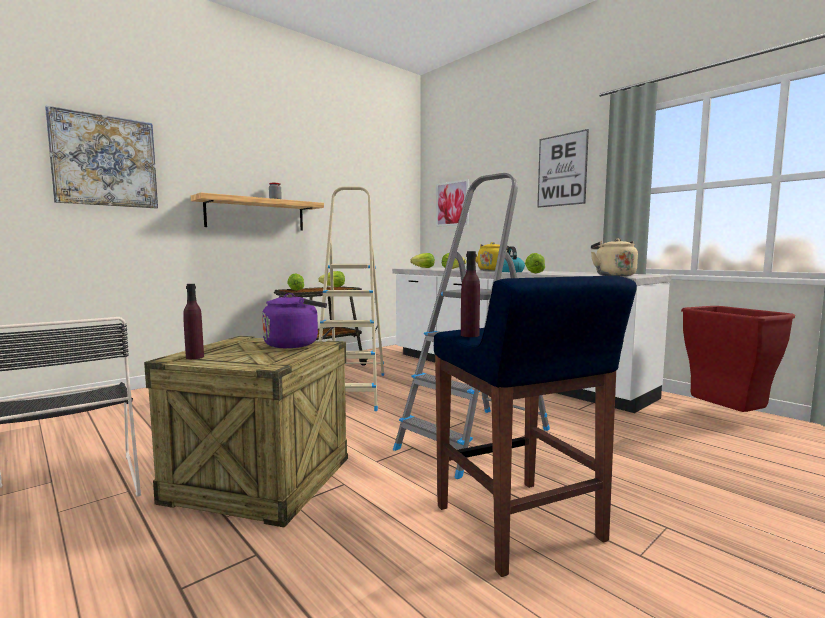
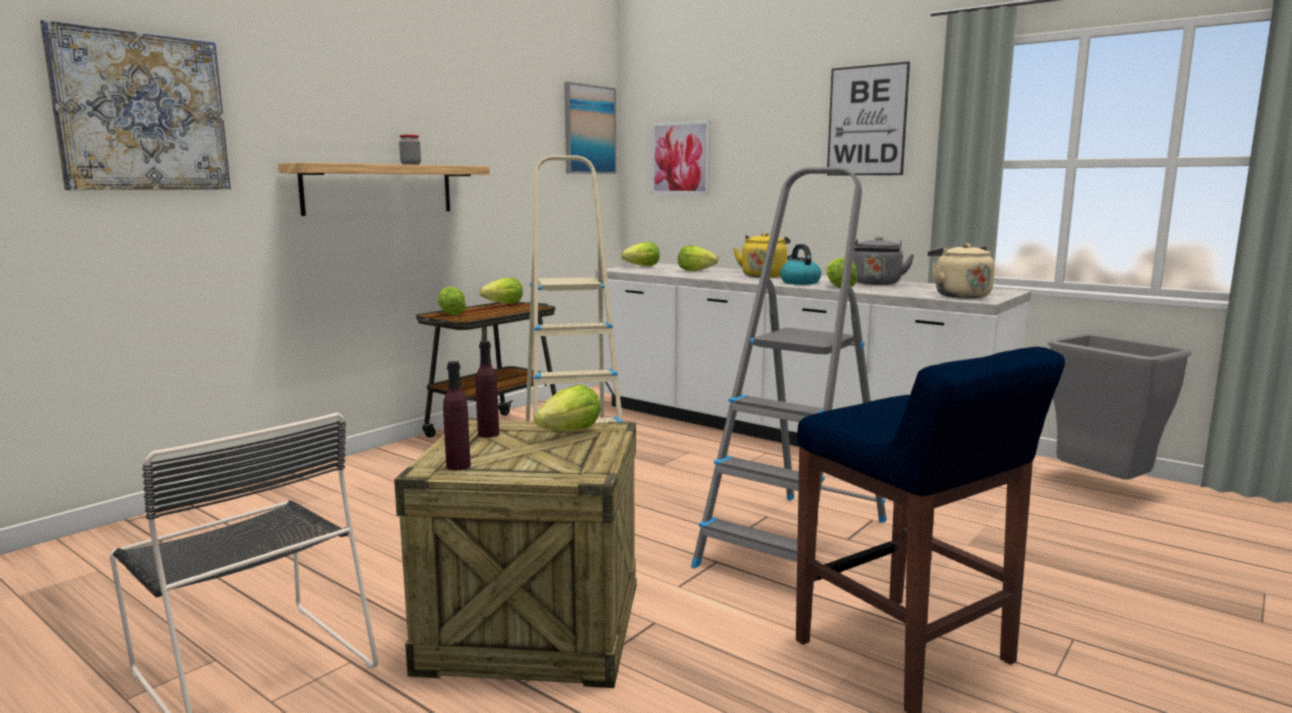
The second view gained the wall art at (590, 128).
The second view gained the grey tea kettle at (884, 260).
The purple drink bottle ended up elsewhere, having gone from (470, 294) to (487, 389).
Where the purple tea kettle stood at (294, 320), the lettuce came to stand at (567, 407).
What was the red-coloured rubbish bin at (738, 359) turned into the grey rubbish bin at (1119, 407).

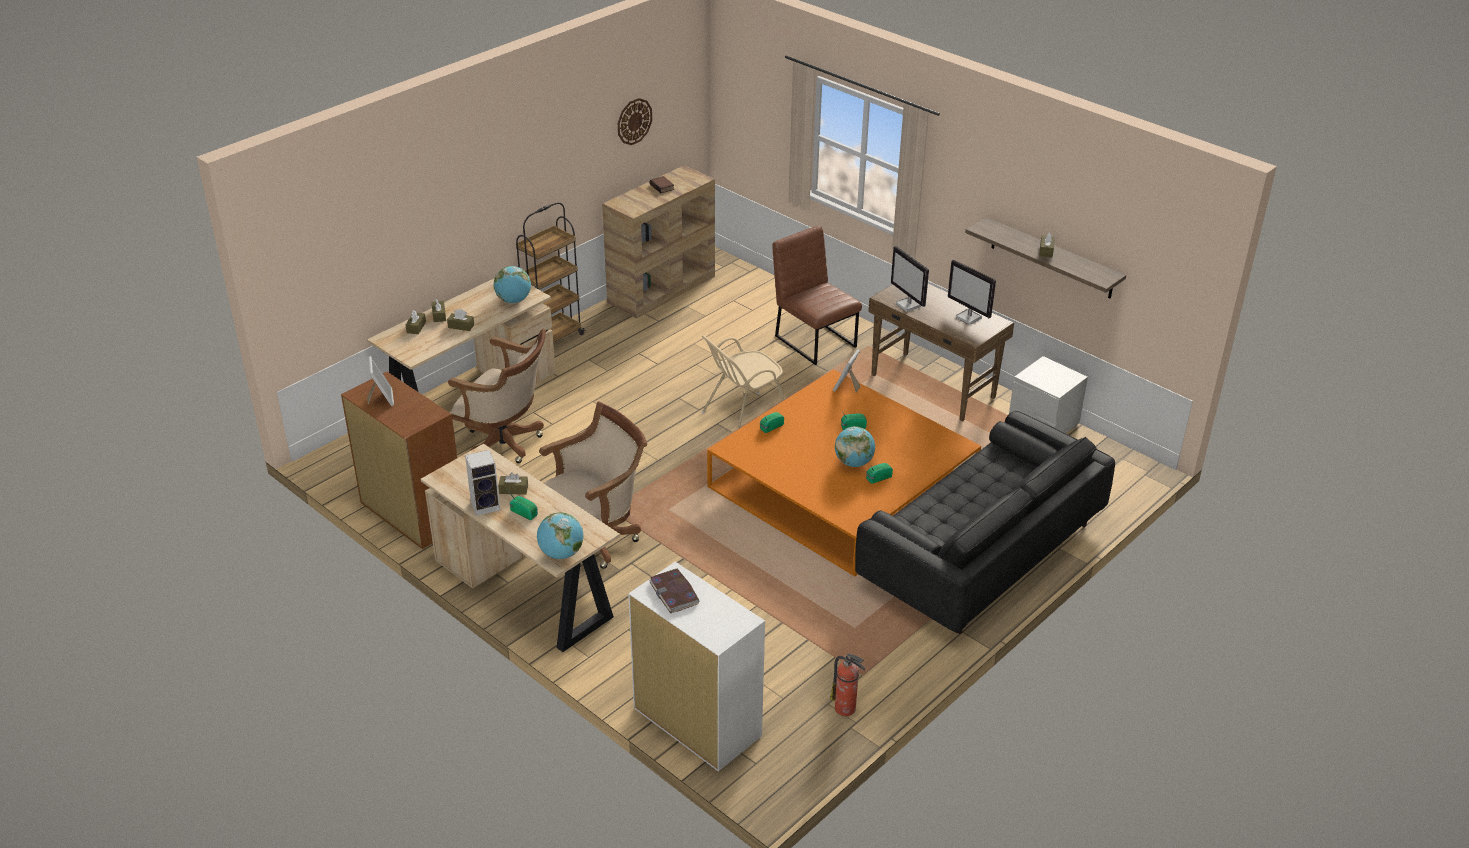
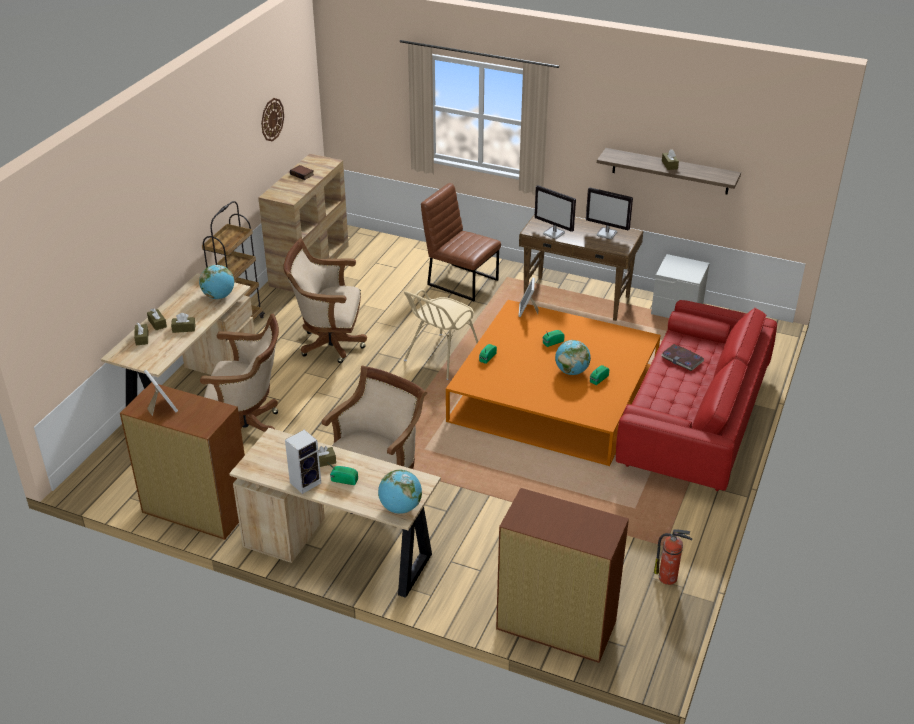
The second view gained the desk chair at (325, 300).
The bound book ended up elsewhere, having gone from (674, 591) to (683, 357).
What was the whitish storage cabinet at (696, 666) turned into the brownish storage cabinet at (562, 575).
What was the black-coloured settee at (985, 522) turned into the red-coloured settee at (696, 395).

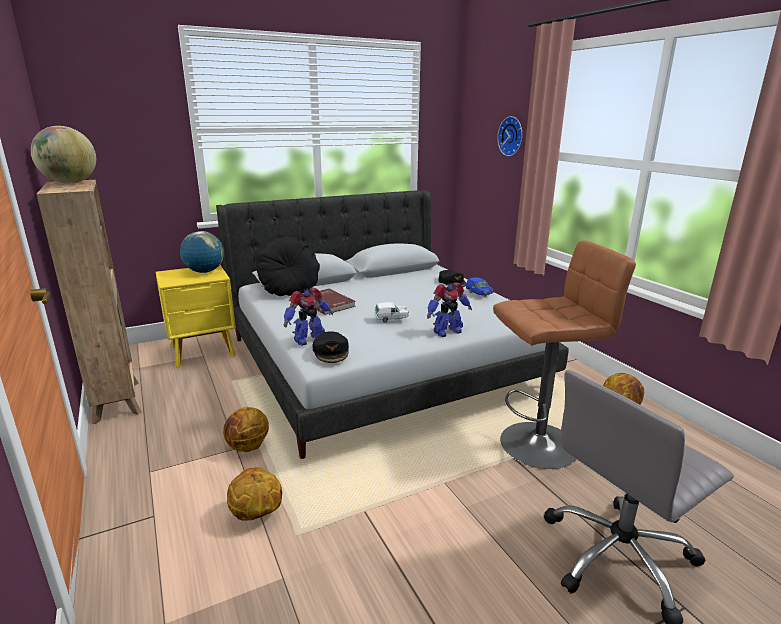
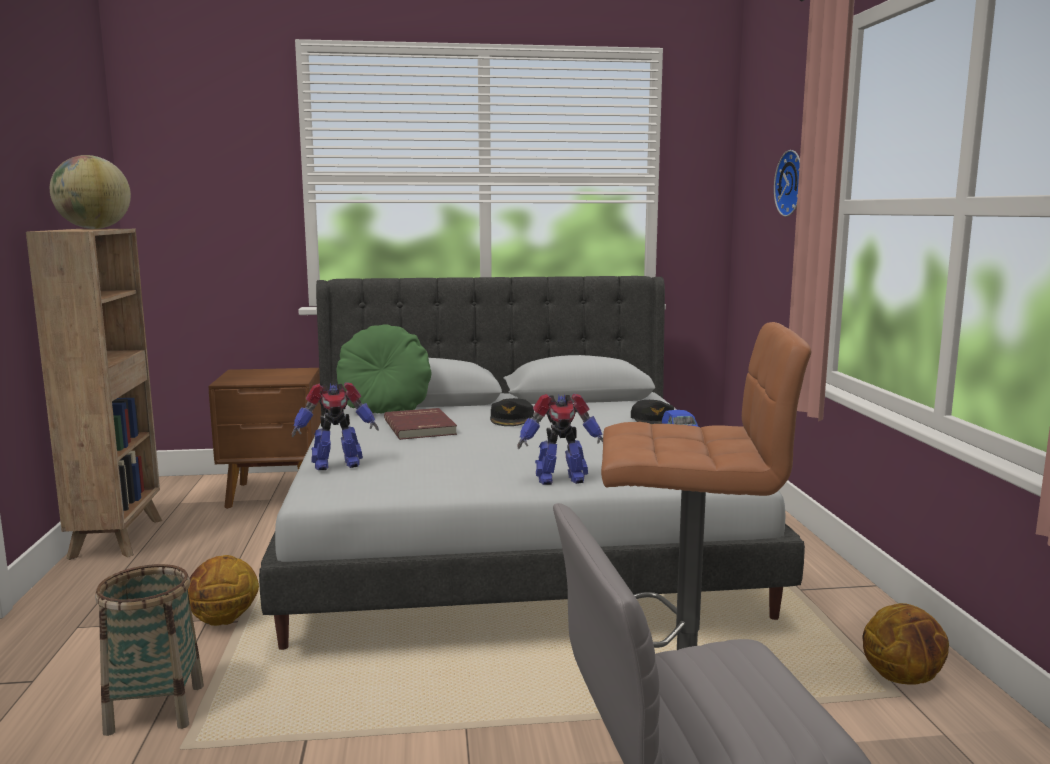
The second view lost the globe at (202, 252).
The second view lost the whitish toy car at (392, 312).
The black-coloured cap ended up elsewhere, having gone from (331, 347) to (512, 412).
Where the basketball stood at (254, 494), the basket came to stand at (149, 650).
What was the yellowish night table at (196, 316) turned into the brownish night table at (265, 438).
What was the black-coloured throw pillow at (288, 266) turned into the greenish throw pillow at (383, 368).

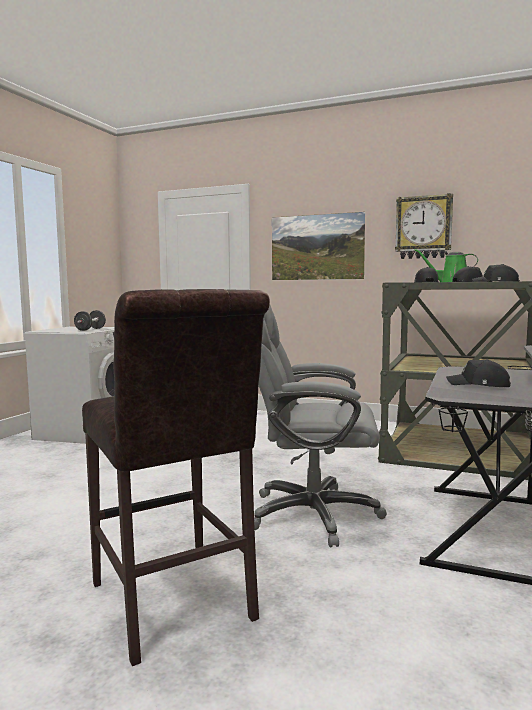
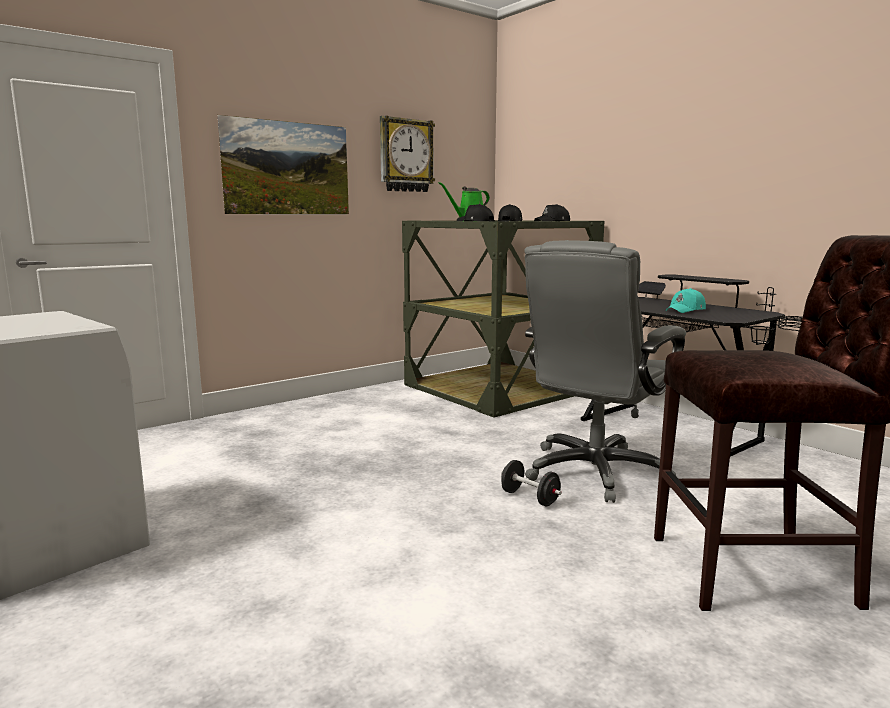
The black-coloured dumbbell ended up elsewhere, having gone from (90, 320) to (531, 483).
What was the black-coloured cap at (478, 373) turned into the turquoise cap at (686, 300).

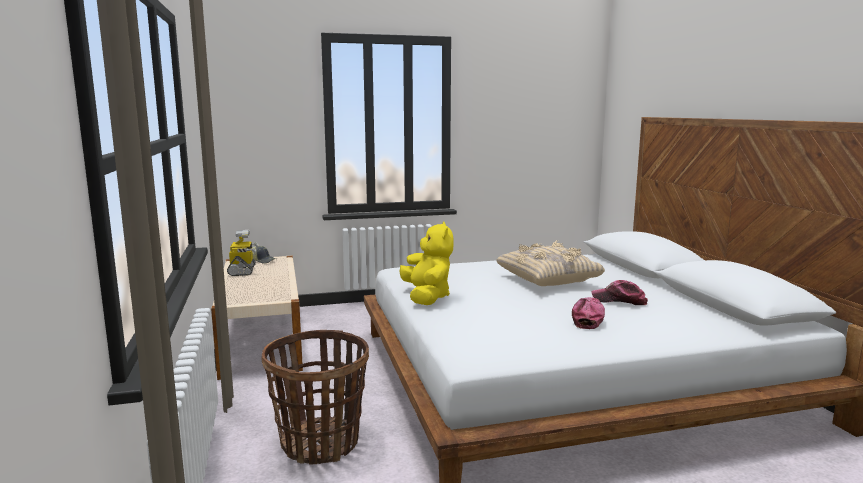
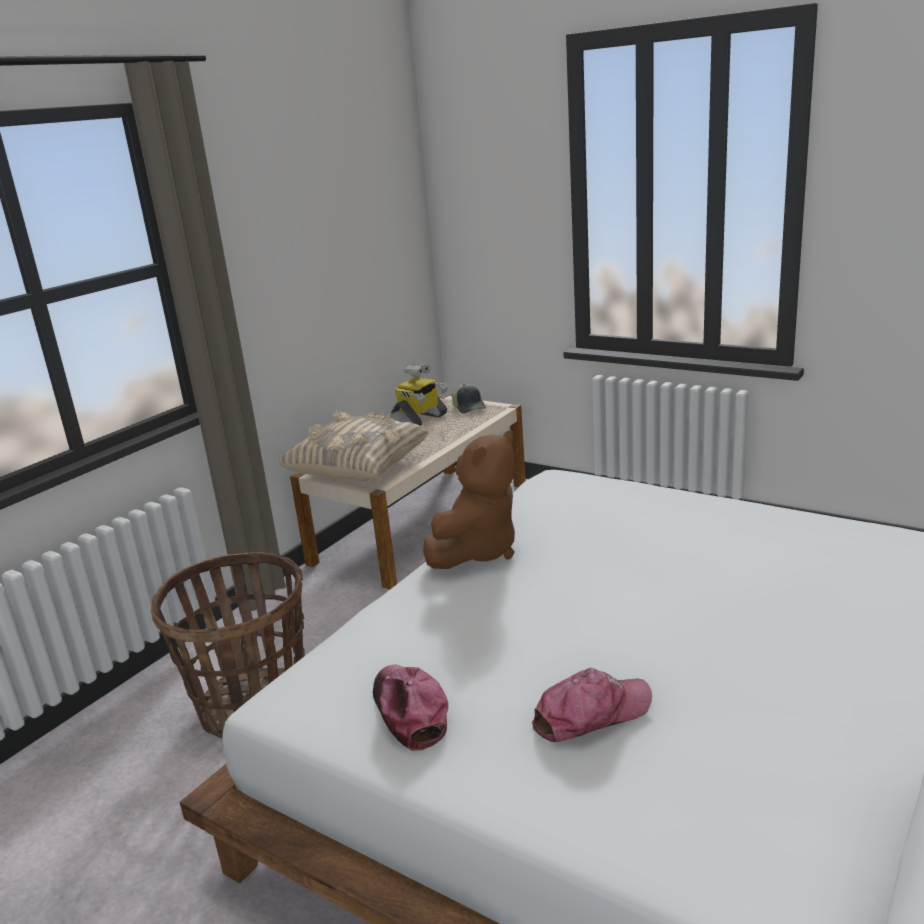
The beige throw pillow ended up elsewhere, having gone from (550, 263) to (353, 445).
The cap ended up elsewhere, having gone from (619, 292) to (410, 708).
What was the yellowish cuddly toy at (426, 263) turned into the brownish cuddly toy at (469, 499).

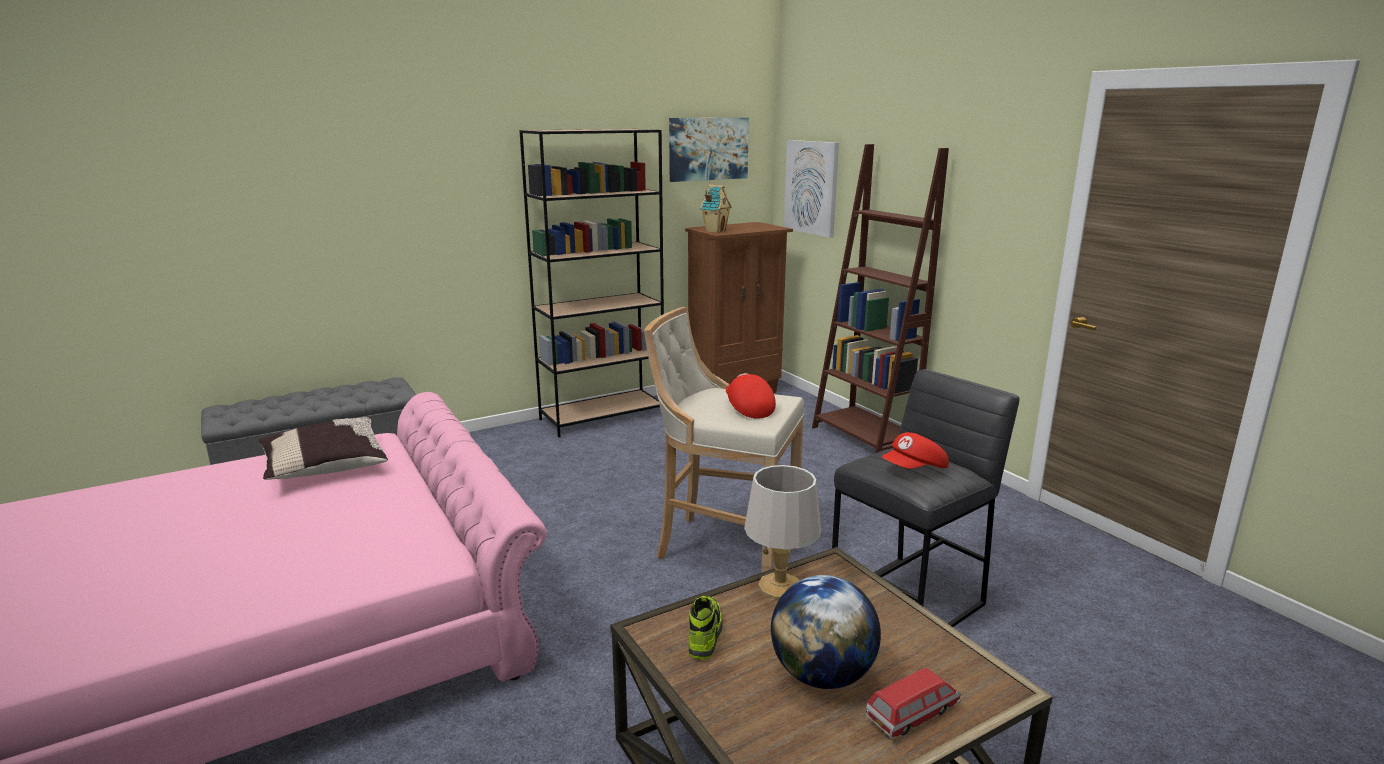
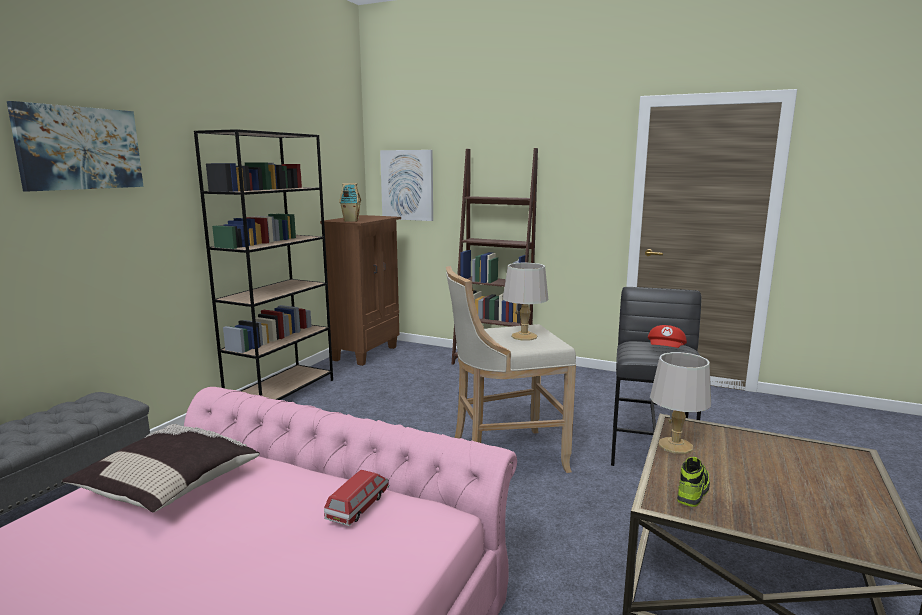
The second view lost the globe at (826, 632).
The wall art ended up elsewhere, having gone from (709, 150) to (75, 146).
The toy car ended up elsewhere, having gone from (913, 703) to (356, 498).
Where the red-coloured cap stood at (751, 396), the grey tabletop lamp came to stand at (525, 302).
The low shoe at (706, 627) ended up facing another way, 60 degrees clockwise from before.

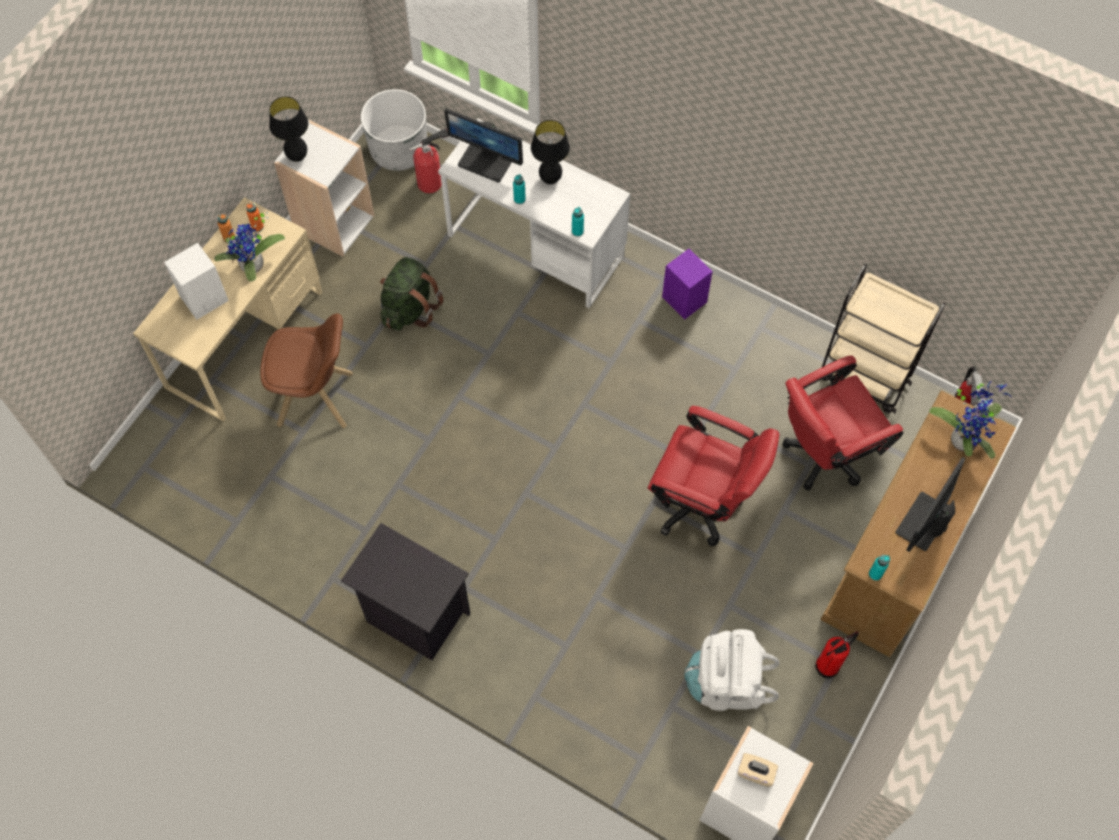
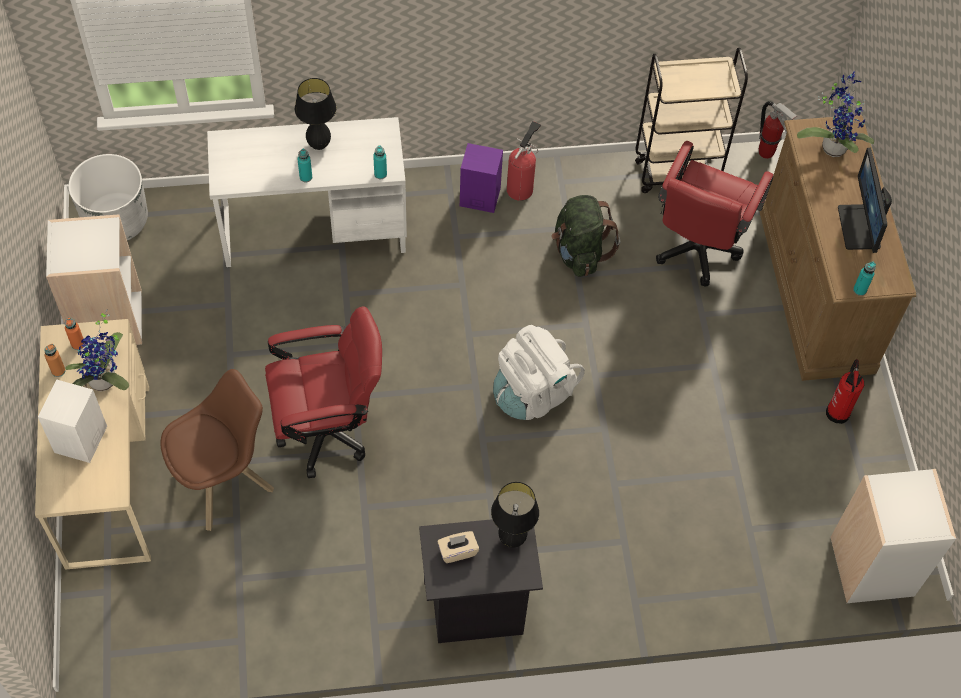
The second view lost the computer display at (483, 145).
The black-coloured tabletop lamp ended up elsewhere, having gone from (288, 129) to (515, 515).
The greenish knapsack ended up elsewhere, having gone from (412, 293) to (585, 236).
The extinguisher ended up elsewhere, having gone from (429, 160) to (524, 161).
The red-coloured desk chair ended up elsewhere, having gone from (713, 476) to (323, 392).
The whitish knapsack ended up elsewhere, having gone from (731, 670) to (539, 372).
The beige tissue holder ended up elsewhere, having gone from (757, 770) to (458, 547).

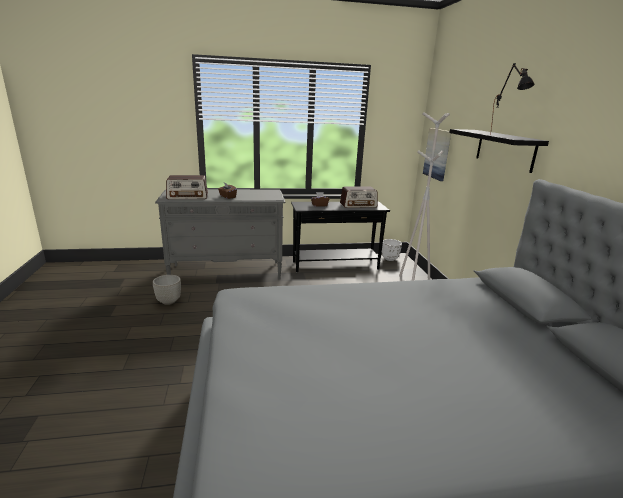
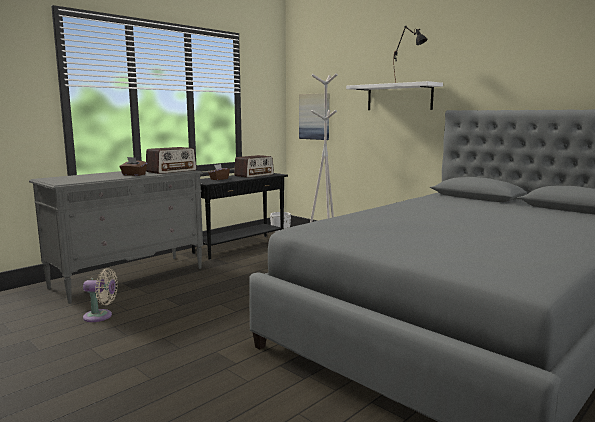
The radio ended up elsewhere, having gone from (187, 187) to (171, 160).
Where the grey planter stood at (167, 290), the beige cooling fan came to stand at (100, 295).
What was the black-coloured shelf at (499, 151) turned into the whitish shelf at (394, 95).

